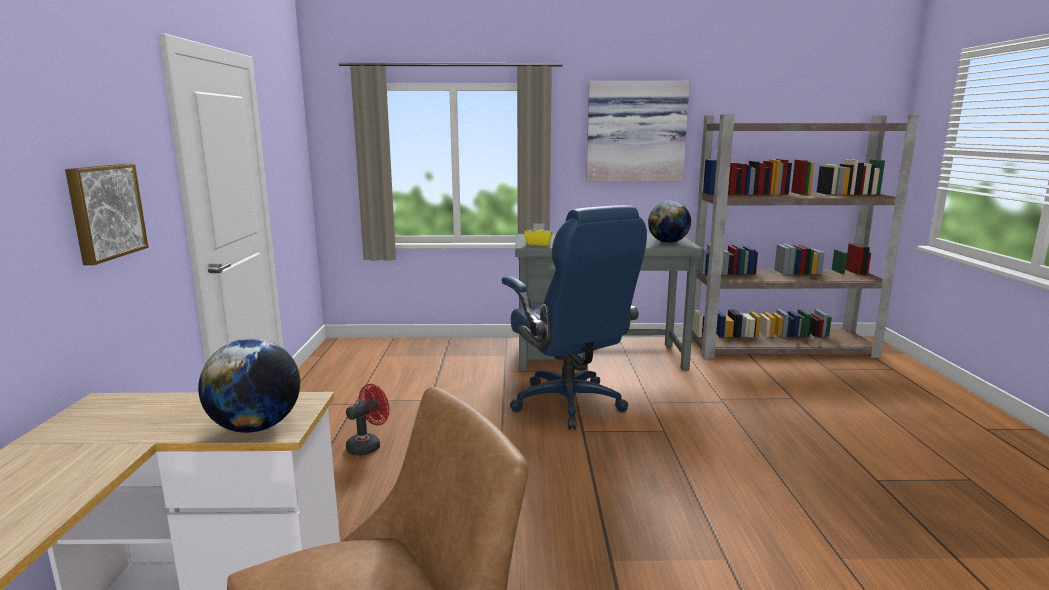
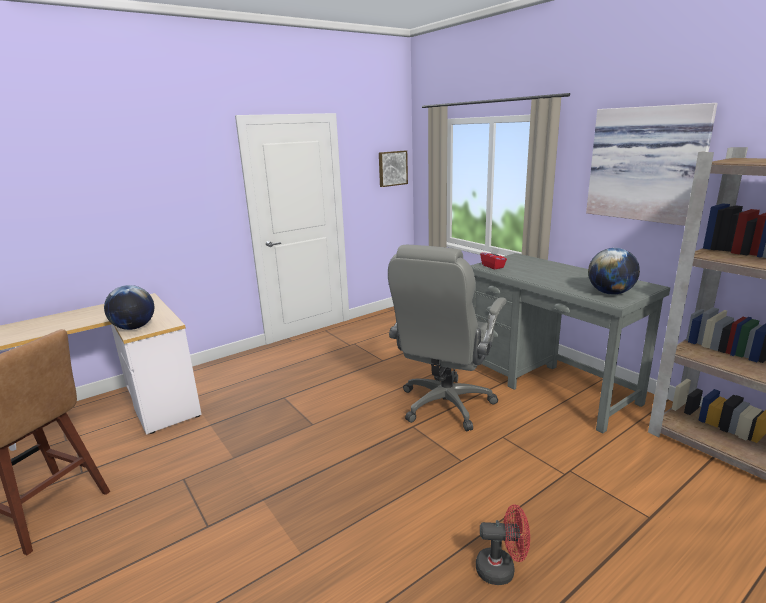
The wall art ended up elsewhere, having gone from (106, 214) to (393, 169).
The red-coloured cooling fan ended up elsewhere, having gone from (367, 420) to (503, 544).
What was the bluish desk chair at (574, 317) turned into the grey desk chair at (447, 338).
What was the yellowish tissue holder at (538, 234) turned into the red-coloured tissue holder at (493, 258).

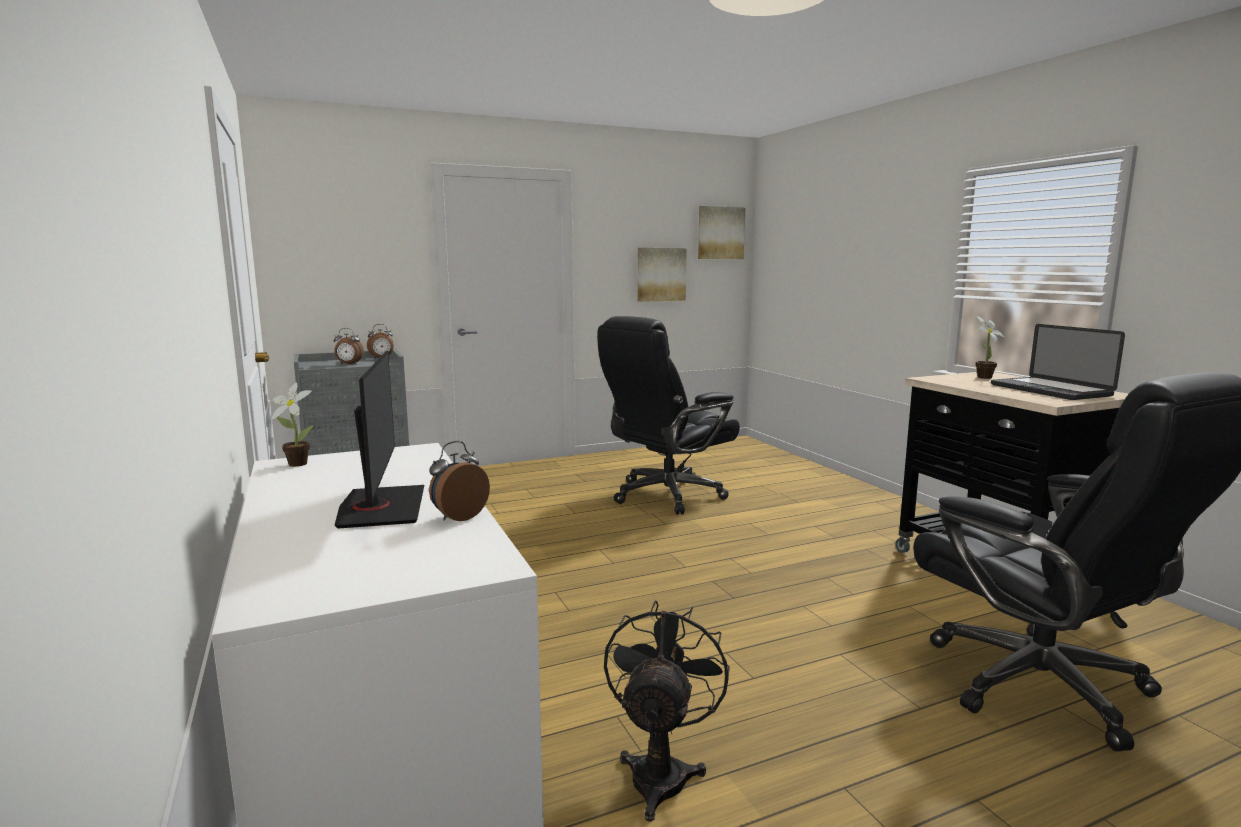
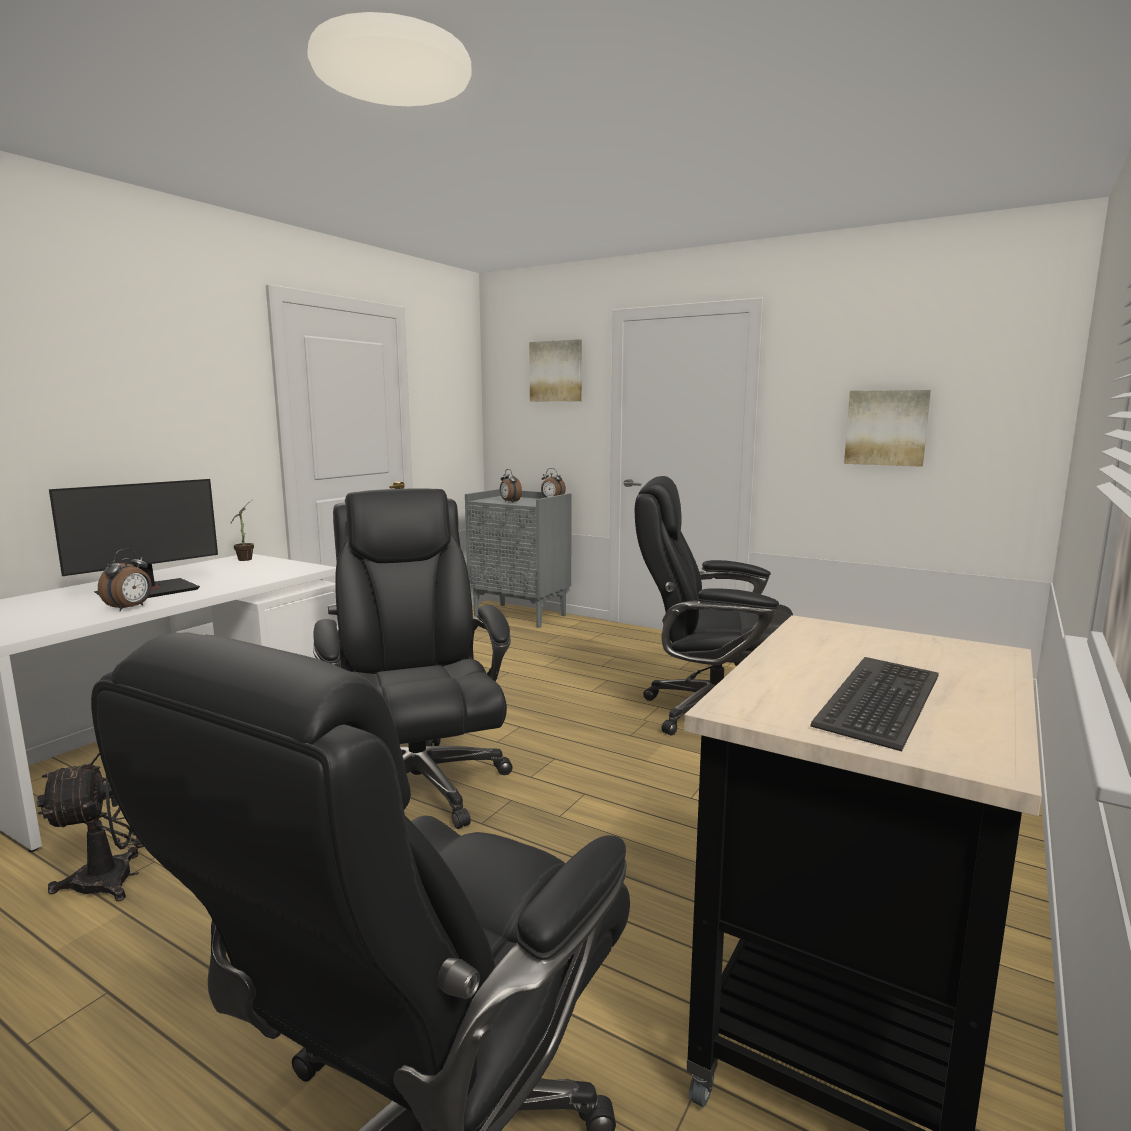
The second view lost the plant in a pot at (990, 347).
The second view gained the black-coloured desk chair at (413, 658).
The wall art ended up elsewhere, having gone from (721, 232) to (555, 370).
Where the portable computer stood at (1058, 362), the PC keyboard came to stand at (875, 704).
The bedside clock at (459, 481) ended up facing another way, 105 degrees clockwise from before.

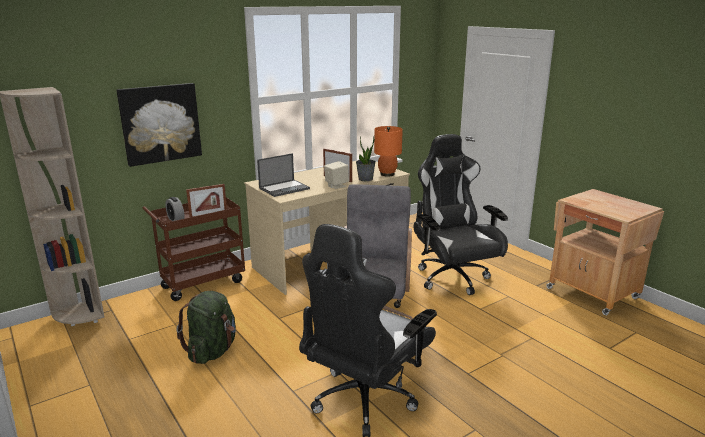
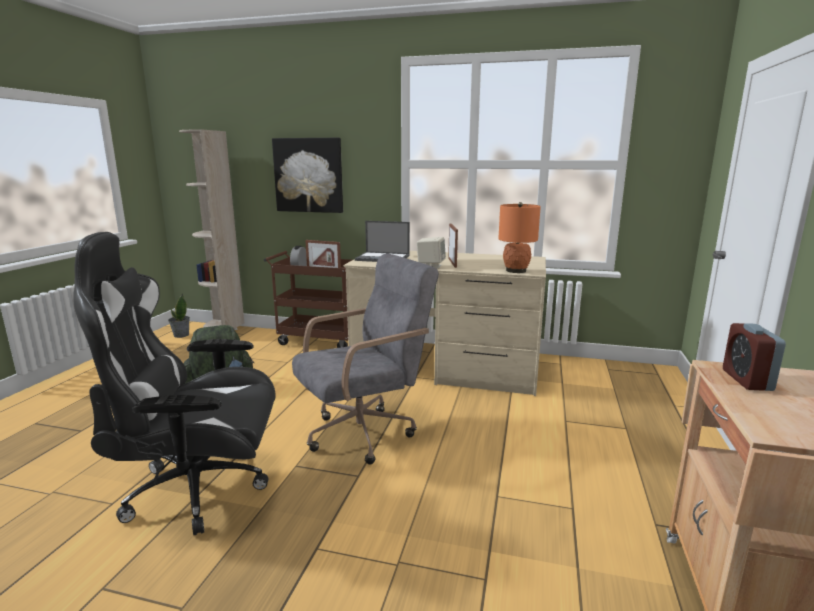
The second view lost the black-coloured desk chair at (461, 214).
The second view gained the bedside clock at (754, 357).
The plant in a pot ended up elsewhere, having gone from (366, 158) to (179, 315).

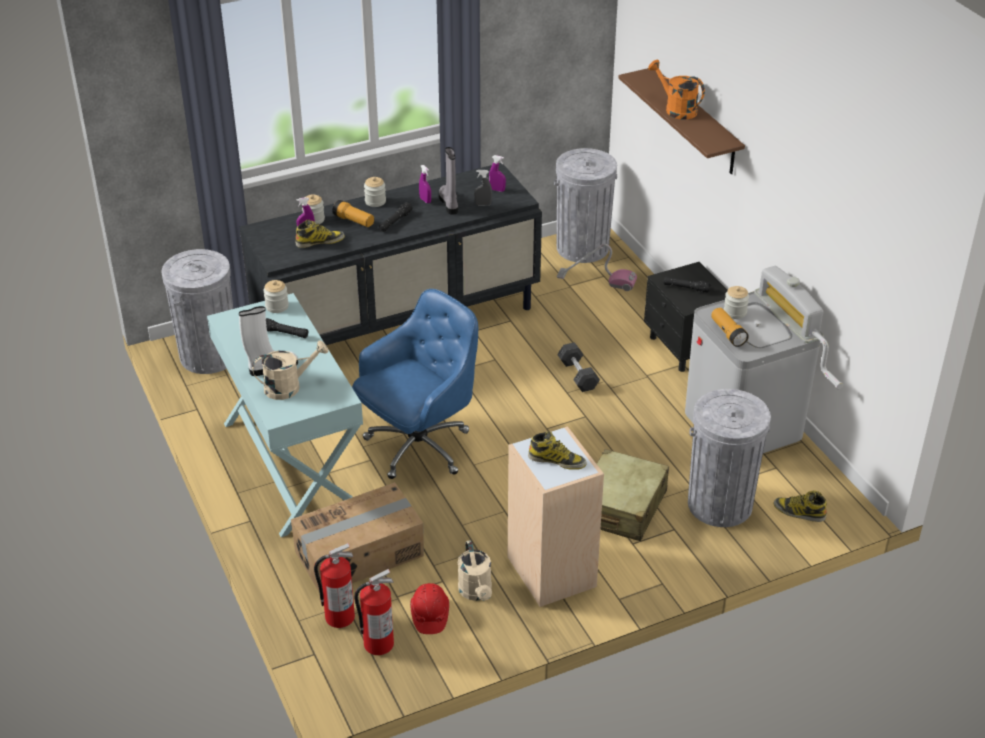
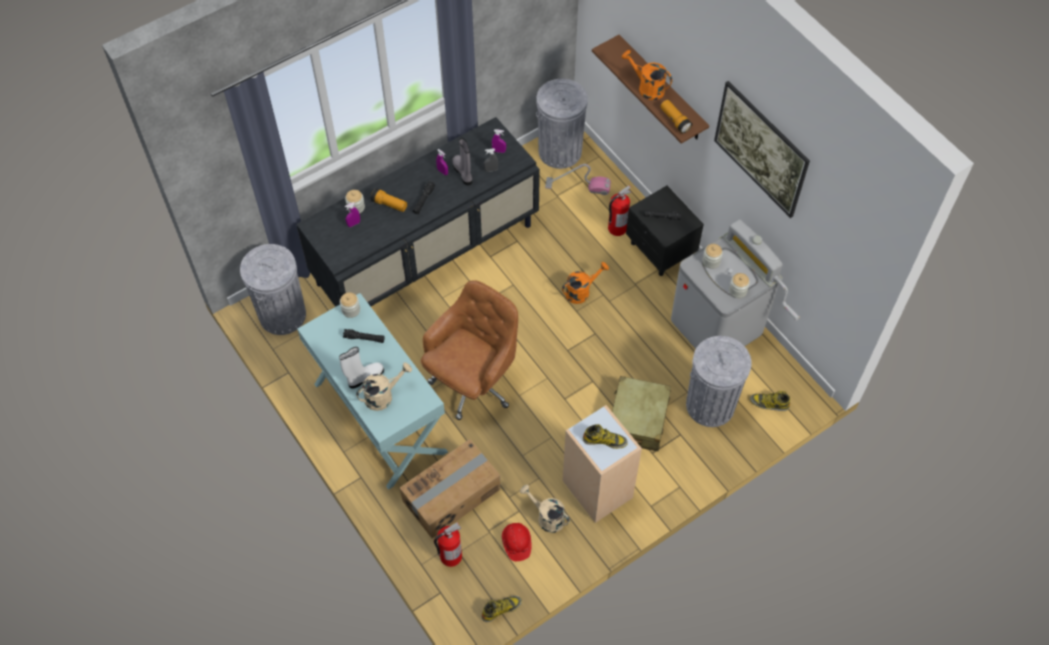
The second view gained the wall art at (762, 149).
The tall boot ended up elsewhere, having gone from (320, 234) to (502, 609).
The extinguisher ended up elsewhere, having gone from (374, 612) to (620, 210).
The jar ended up elsewhere, having gone from (375, 192) to (739, 285).
The flashlight ended up elsewhere, having gone from (730, 327) to (676, 116).
Where the grey dumbbell stood at (578, 367), the orange watering pot came to stand at (585, 283).
What was the bluish desk chair at (415, 384) turned into the brownish desk chair at (469, 350).
The beige watering pot at (475, 570) ended up facing another way, 150 degrees clockwise from before.

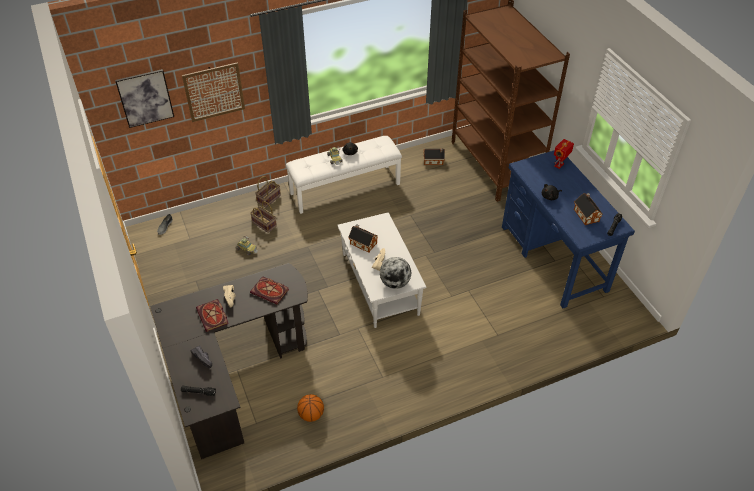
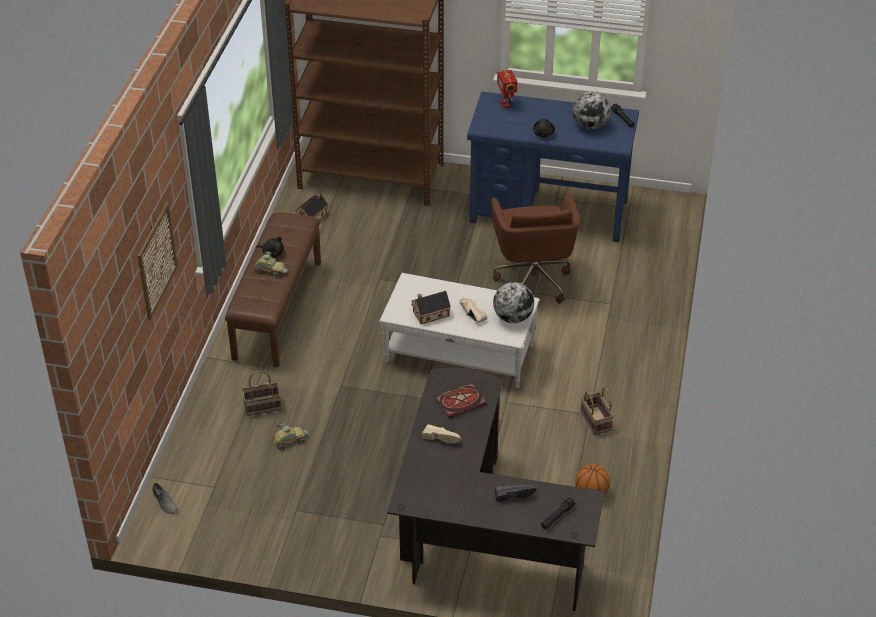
The second view lost the wall art at (144, 98).
The second view lost the bound book at (212, 315).
The second view gained the brownish desk chair at (535, 248).
The basket ended up elsewhere, having gone from (268, 192) to (597, 411).
Where the toy house stood at (588, 209), the globe came to stand at (592, 110).
What was the whitish indoor bench at (344, 175) turned into the brownish indoor bench at (273, 289).

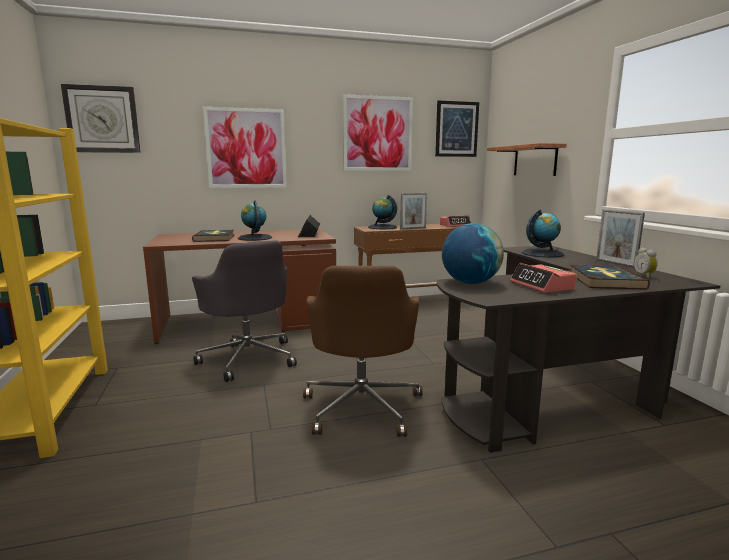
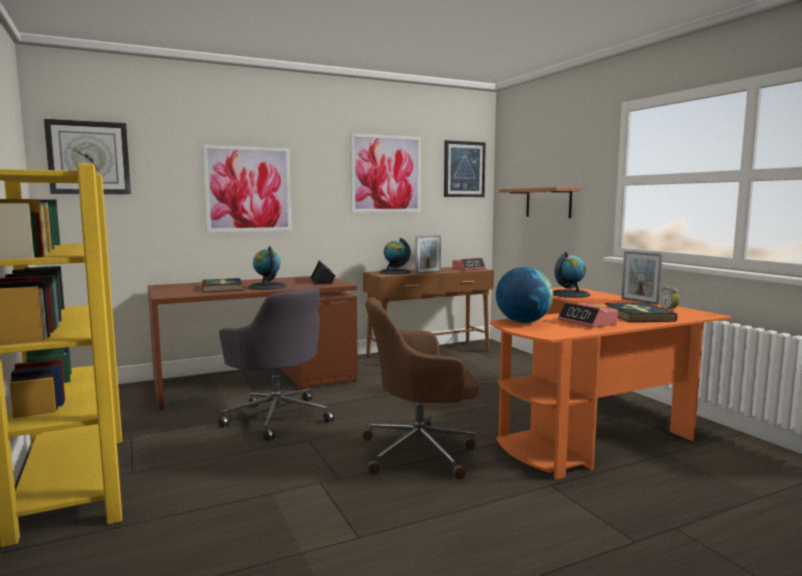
What was the black-coloured desk unit at (578, 349) turned into the orange desk unit at (611, 383).
The brownish desk chair at (363, 351) ended up facing another way, 90 degrees clockwise from before.

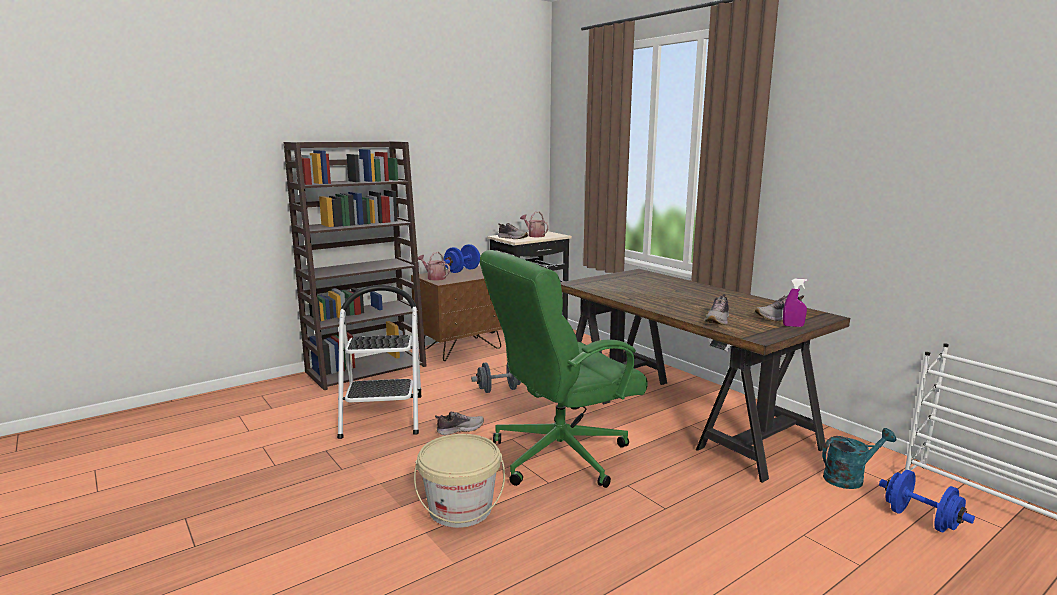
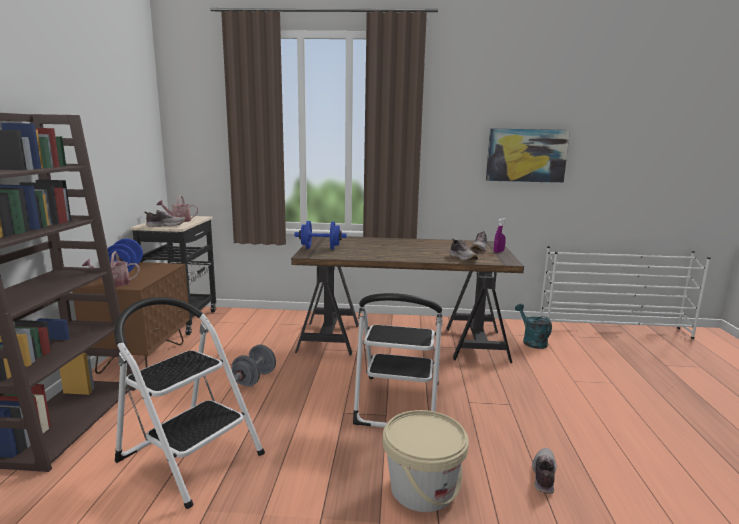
The second view gained the wall art at (528, 156).
The low shoe ended up elsewhere, having gone from (459, 423) to (544, 471).
The bluish dumbbell ended up elsewhere, having gone from (927, 501) to (321, 235).
Where the greenish desk chair stood at (564, 369), the stepladder came to stand at (398, 360).
The turquoise watering pot at (859, 458) ended up facing another way, 45 degrees counterclockwise from before.

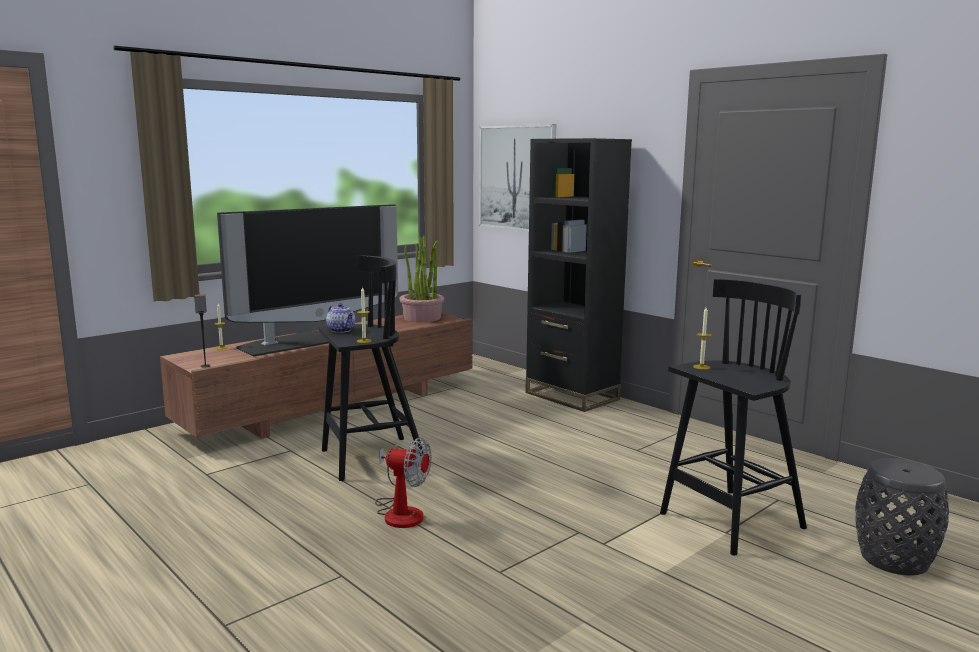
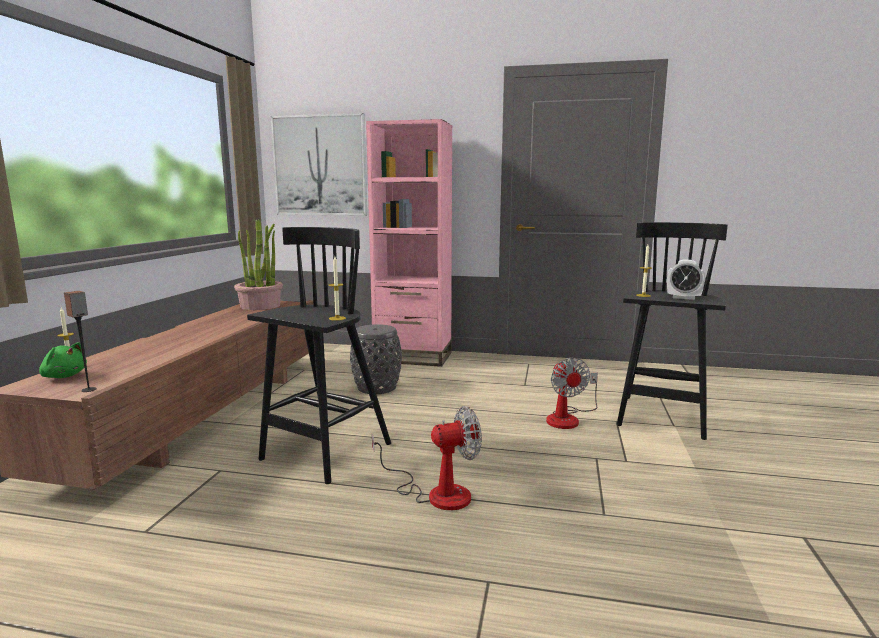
The second view lost the television at (307, 280).
The second view lost the tea pot at (340, 318).
The second view gained the greenish cuddly toy at (63, 360).
The second view gained the cooling fan at (572, 393).
The second view gained the bedside clock at (686, 279).
The grey sitting stool ended up elsewhere, having gone from (902, 517) to (376, 359).
What was the black-coloured bookshelf at (578, 275) turned into the pinkish bookshelf at (409, 243).

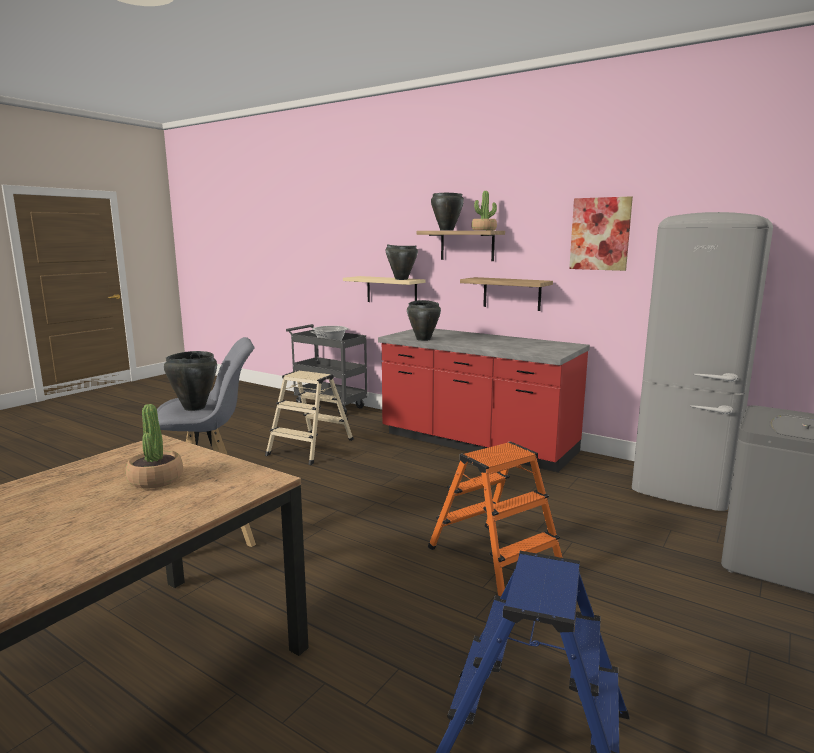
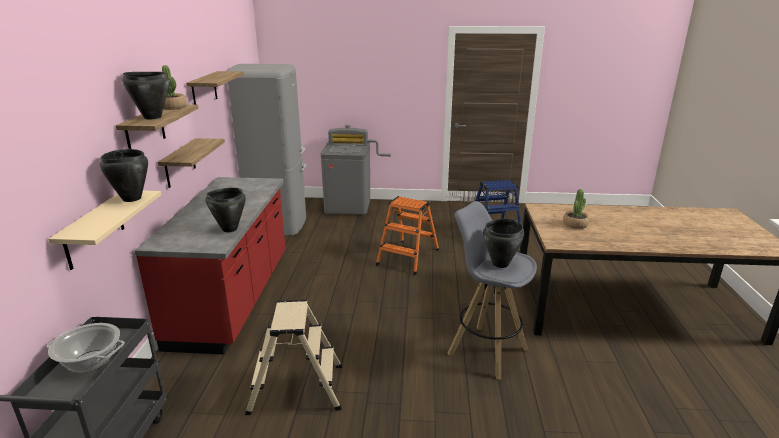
Where the wall art hung at (601, 233), the shelf came to hang at (215, 88).

